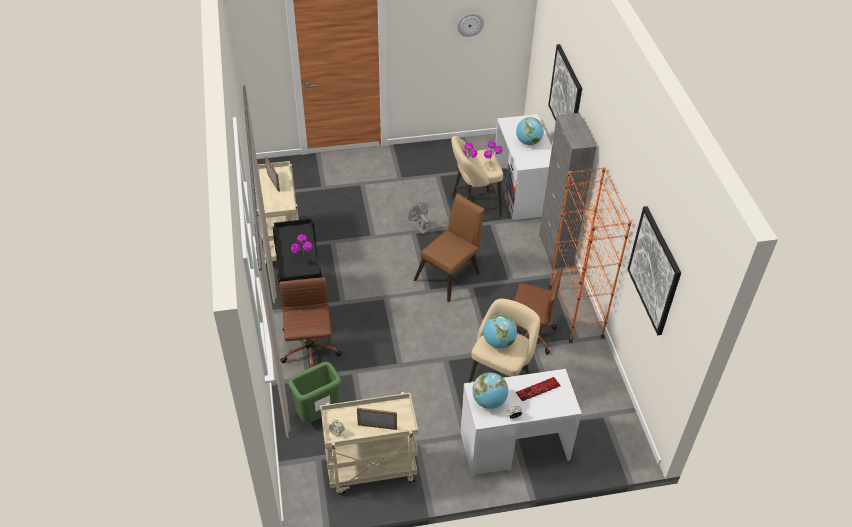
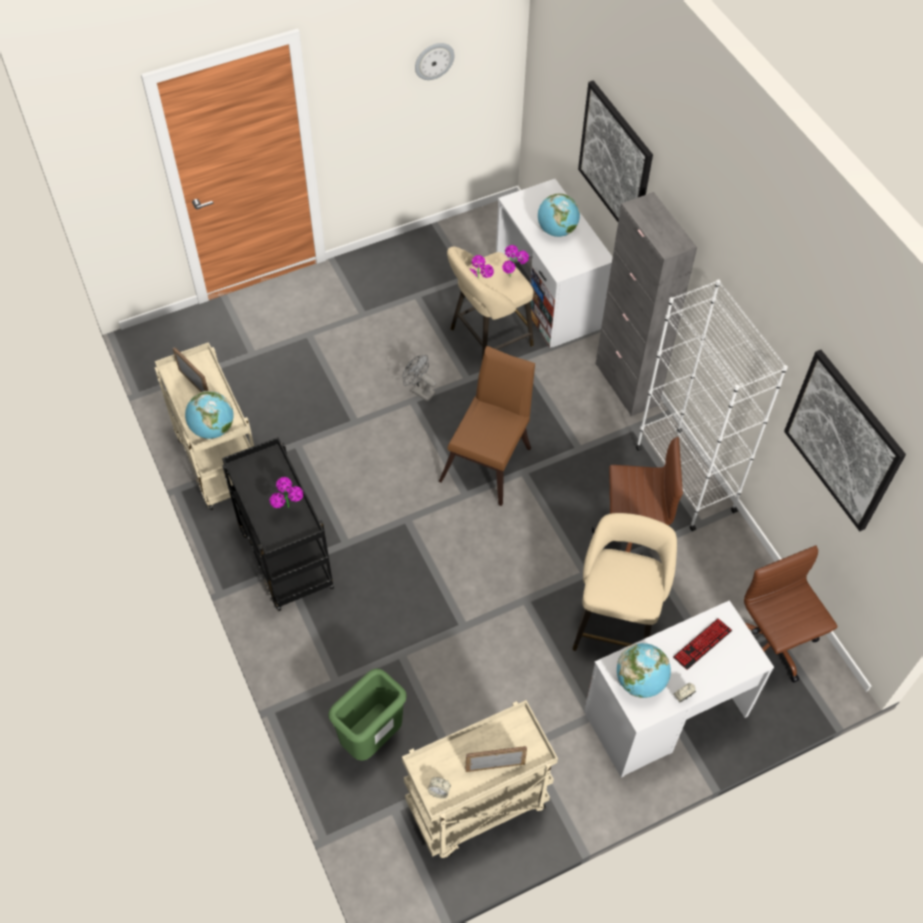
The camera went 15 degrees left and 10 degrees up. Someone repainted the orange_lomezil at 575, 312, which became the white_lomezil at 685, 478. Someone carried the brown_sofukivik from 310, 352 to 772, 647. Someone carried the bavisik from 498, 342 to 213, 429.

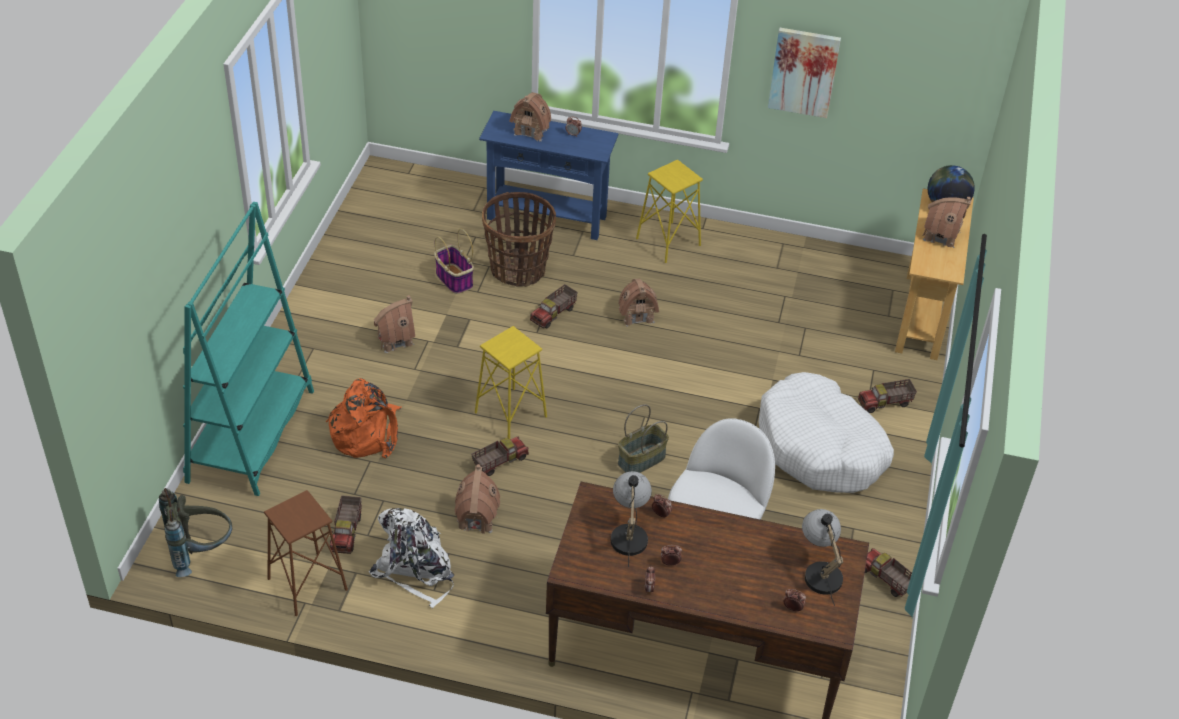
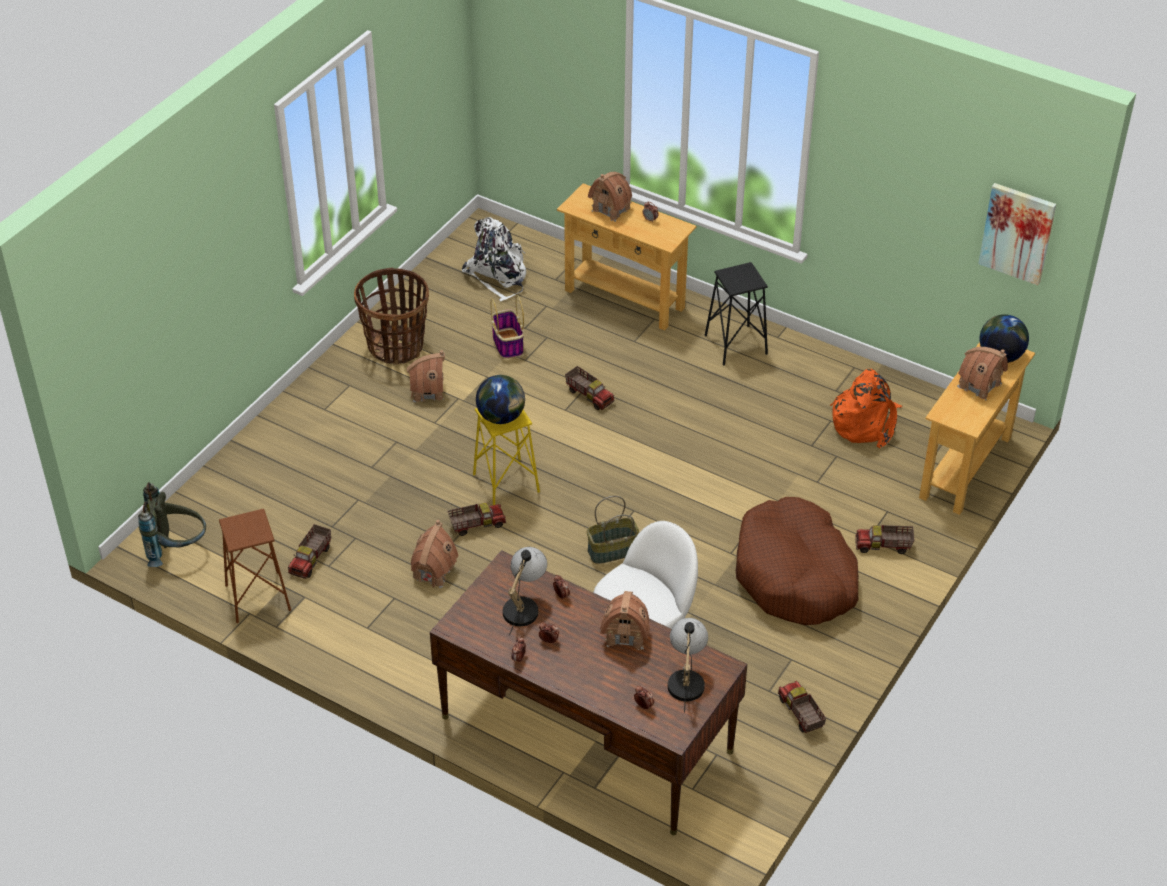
The camera went 20 degrees right and 0 degrees up. Someone carried the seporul from 804, 72 to 1017, 233. Someone repainted the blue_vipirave at 547, 217, which became the beige_vipirave at 624, 299. Someone repainted the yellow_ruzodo at 668, 242, which became the black_ruzodo at 735, 345. Someone carried the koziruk from 518, 270 to 396, 347. Someone took away the turquoise_lomezil at 251, 436. Someone carried the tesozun from 636, 315 to 625, 634. Someone rotated the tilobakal at 554, 314 by 105 degrees counterclockwise. Someone repainted the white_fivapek at 820, 447, which became the brown_fivapek at 795, 576. Someone carried the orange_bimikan from 366, 433 to 865, 423. Someone carried the white_bimikan from 415, 569 to 498, 275. Someone put down the bavisik at 501, 417.

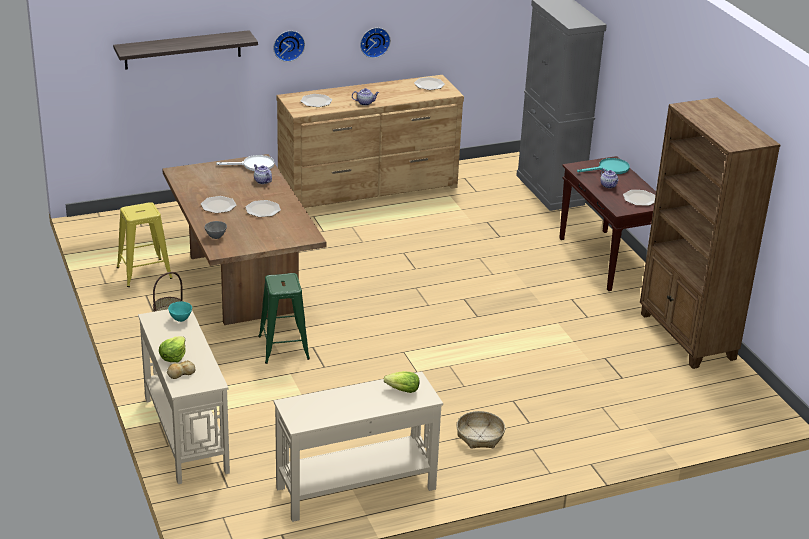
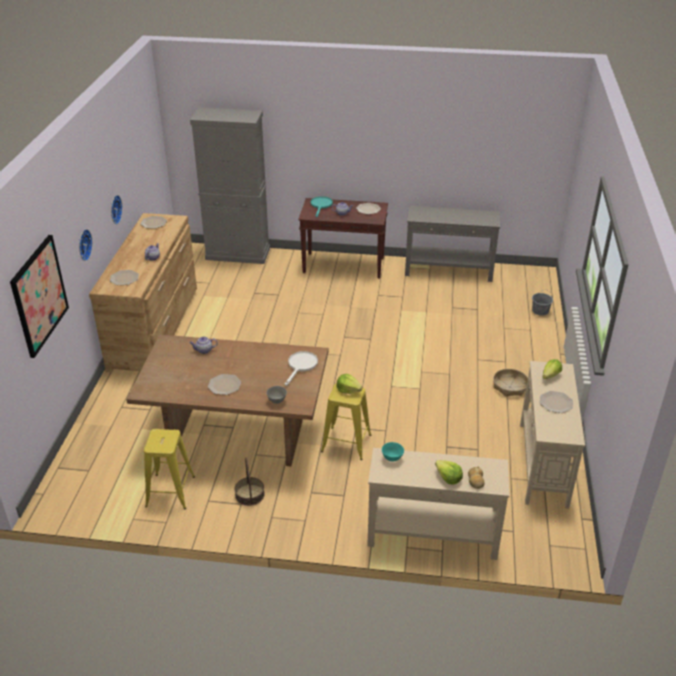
The camera went 60 degrees left and 5 degrees up. Someone swapped the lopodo at 183, 50 for the seporul at 39, 295. Someone swapped the brown_lomezil at 687, 337 for the grey_vipirave at 449, 271. Someone carried the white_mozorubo from 253, 165 to 301, 366. Someone carried the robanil from 263, 209 to 556, 402. Someone repainted the green_ruzodo at 283, 347, which became the yellow_ruzodo at 346, 443. Someone put down the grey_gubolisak at 540, 311. Someone put down the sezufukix at 348, 390.

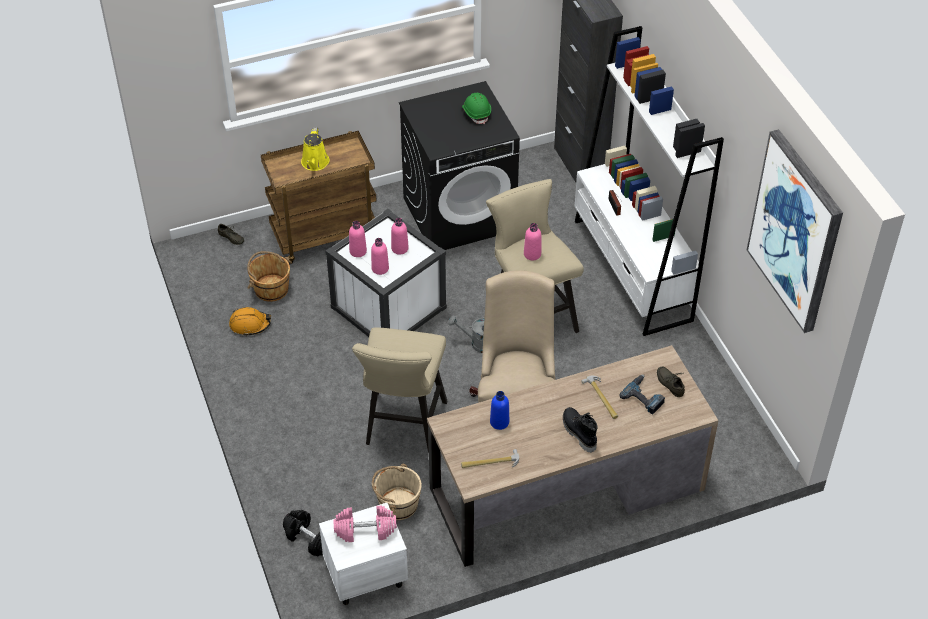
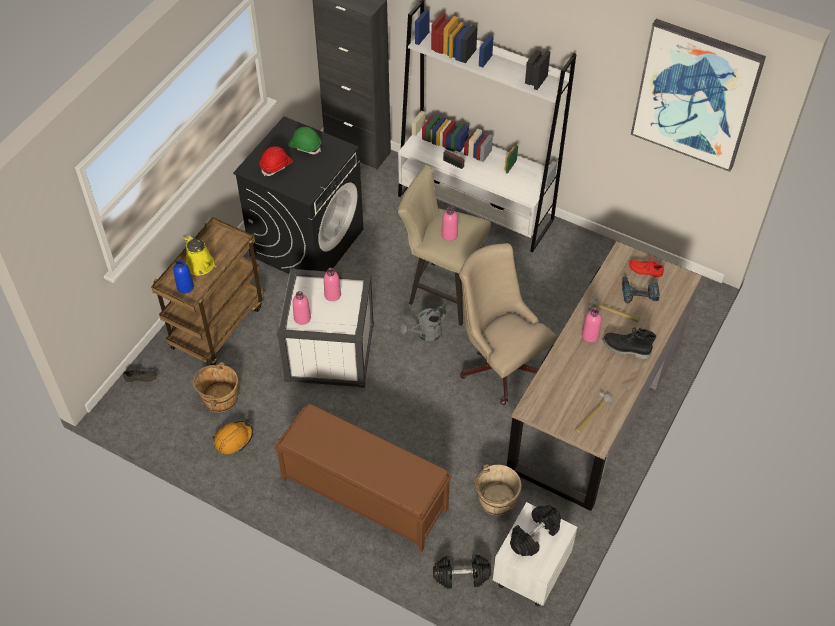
The camera went 40 degrees left and 5 degrees up. Someone carried the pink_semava from 380, 268 to 590, 335. Someone took away the beige_ruzodo at 403, 427. Someone repainted the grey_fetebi at 671, 383, which became the red_fetebi at 645, 269. Someone carried the blue_semava from 499, 422 to 185, 287. Someone repainted the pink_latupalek at 365, 530, which became the black_latupalek at 534, 535. Someone put down the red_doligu at 276, 166. Someone put down the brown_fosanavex at 363, 493.

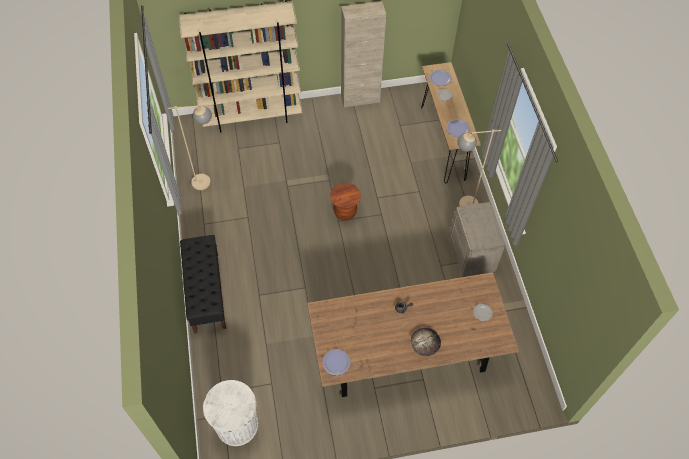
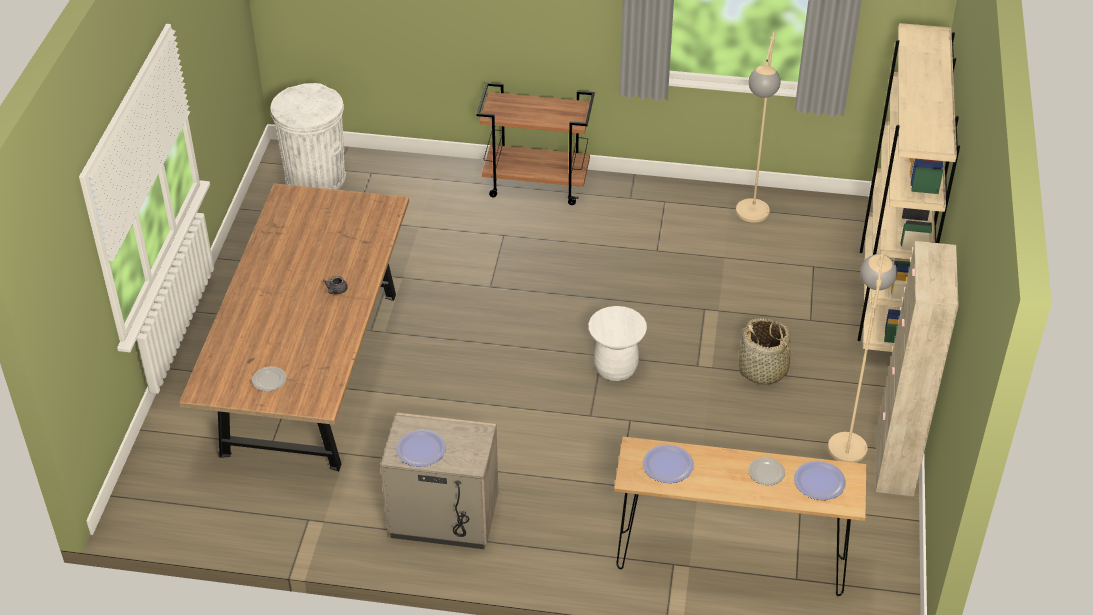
The camera went 110 degrees right and 15 degrees down. Someone carried the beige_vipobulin from 461, 205 to 848, 438. Someone repainted the brown_ruzodo at 345, 212, which became the white_ruzodo at 615, 368. Someone swapped the black_fosanavex at 206, 292 for the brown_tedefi at 537, 184. Someone took away the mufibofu at 425, 342. Someone carried the robanil from 336, 362 to 421, 449. Someone put down the koziruk at 763, 370.

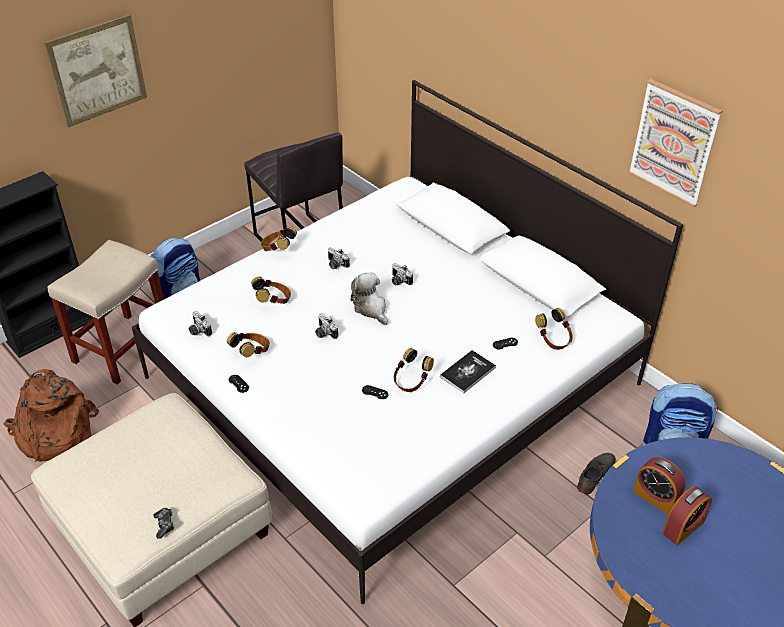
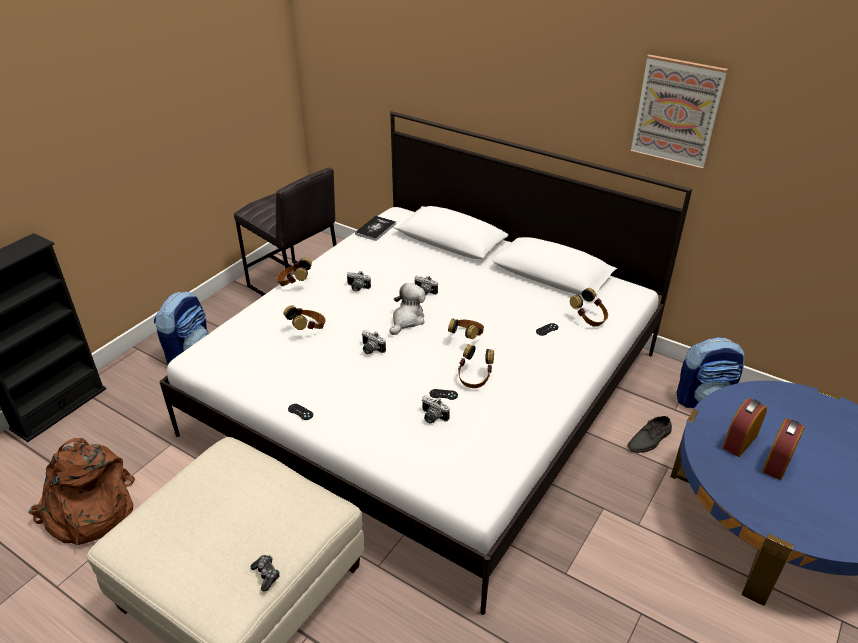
The camera went 15 degrees left and 5 degrees down. Someone took away the seporul at 97, 70. Someone took away the beige_ruzodo at 123, 347. Someone rotated the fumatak at 371, 308 by 75 degrees clockwise. Someone carried the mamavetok from 198, 331 to 432, 417. Someone carried the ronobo from 252, 353 to 467, 338. Someone carried the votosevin from 467, 372 to 375, 229. Someone rotated the grey_fetebi at 595, 474 by 150 degrees counterclockwise. Someone rotated the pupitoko at 655, 498 by 105 degrees clockwise.

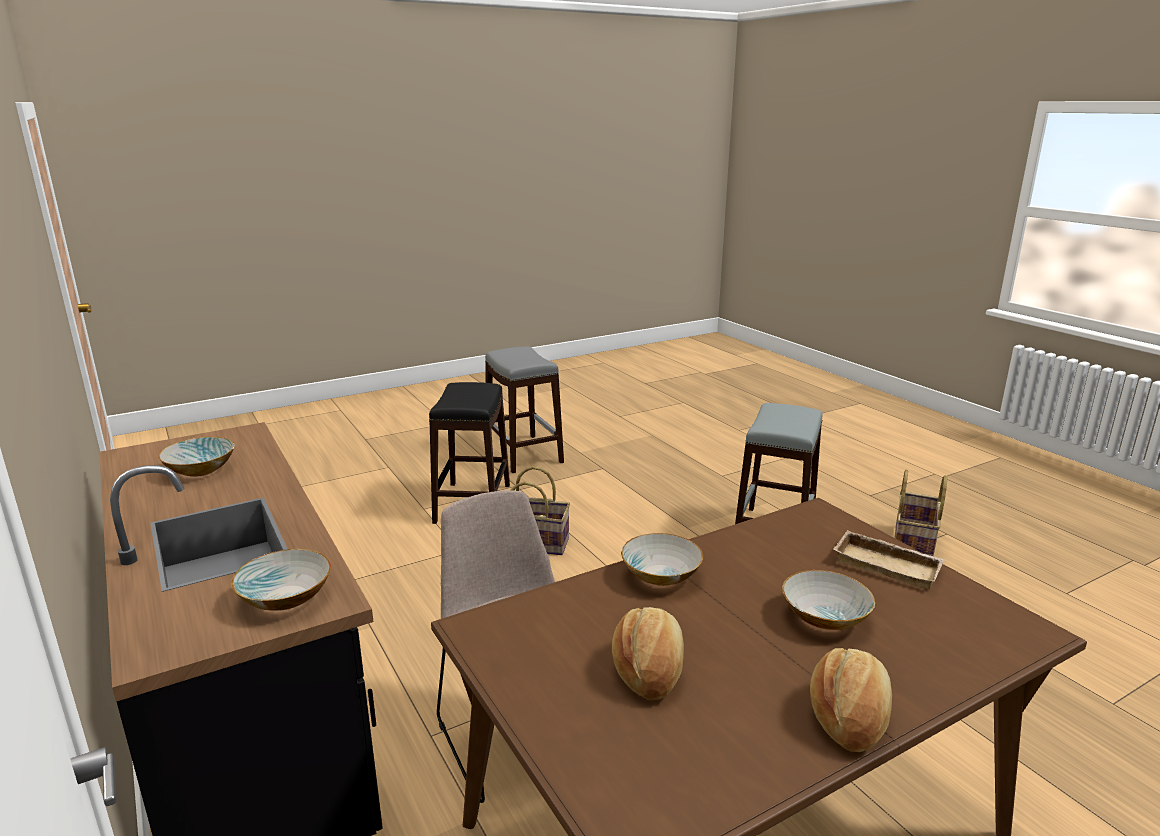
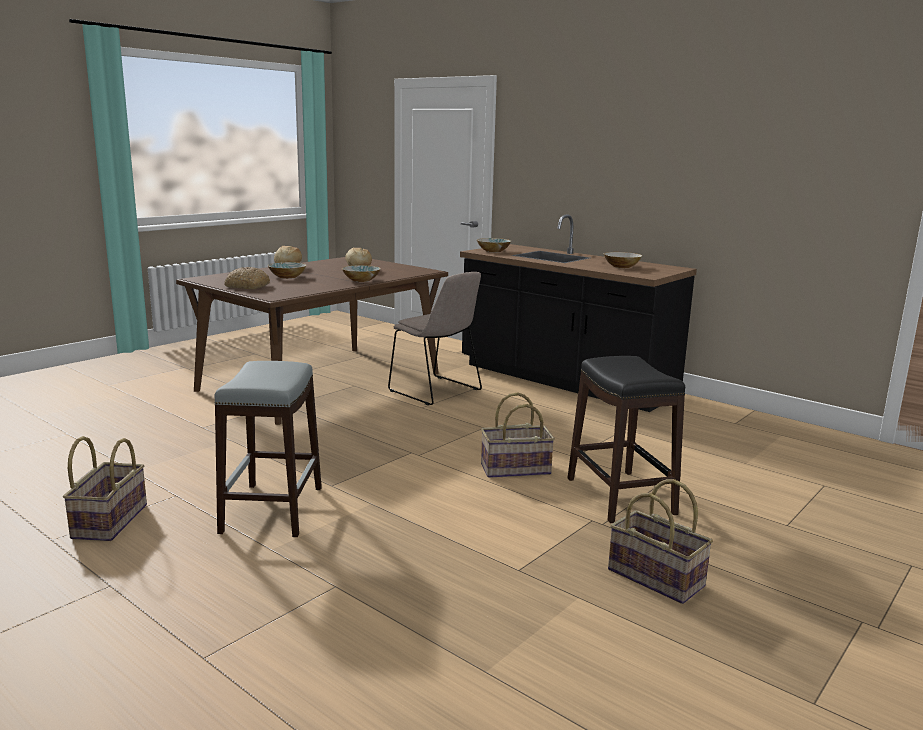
The camera went 160 degrees right and 5 degrees down. Someone swapped the grey_ruzodo at 523, 454 for the koziruk at 657, 577. Someone swapped the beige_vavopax at 888, 565 for the mufibofu at 247, 286.

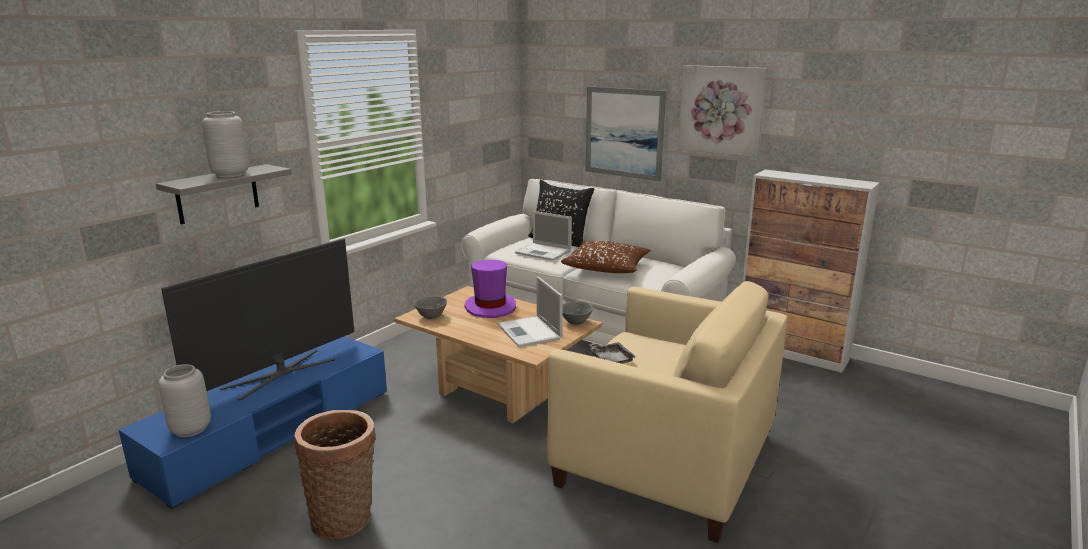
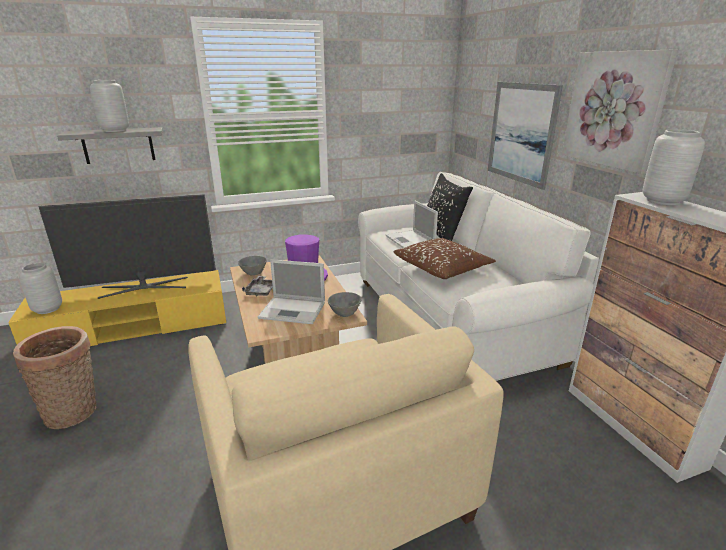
The camera went 35 degrees right and 5 degrees up. Someone rotated the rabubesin at 530, 332 by 90 degrees counterclockwise. Someone repainted the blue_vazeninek at 272, 432, which became the yellow_vazeninek at 133, 328. Someone carried the grey_vavopax from 610, 359 to 261, 291. Someone put down the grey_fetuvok at 661, 201.

